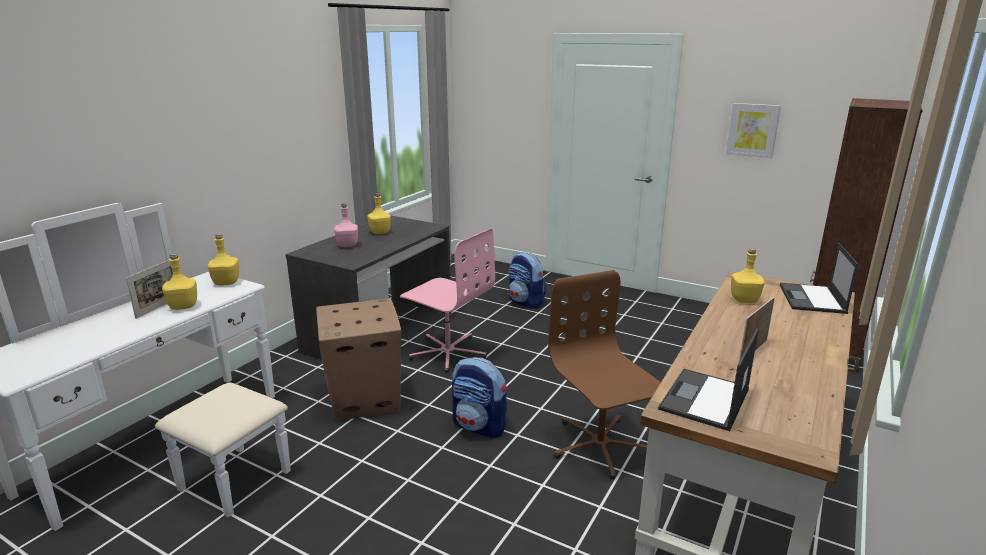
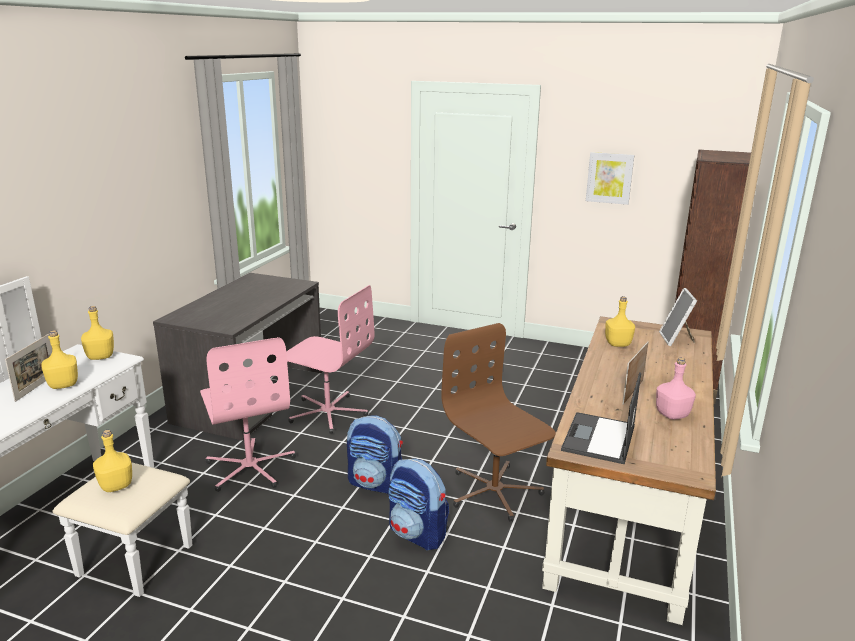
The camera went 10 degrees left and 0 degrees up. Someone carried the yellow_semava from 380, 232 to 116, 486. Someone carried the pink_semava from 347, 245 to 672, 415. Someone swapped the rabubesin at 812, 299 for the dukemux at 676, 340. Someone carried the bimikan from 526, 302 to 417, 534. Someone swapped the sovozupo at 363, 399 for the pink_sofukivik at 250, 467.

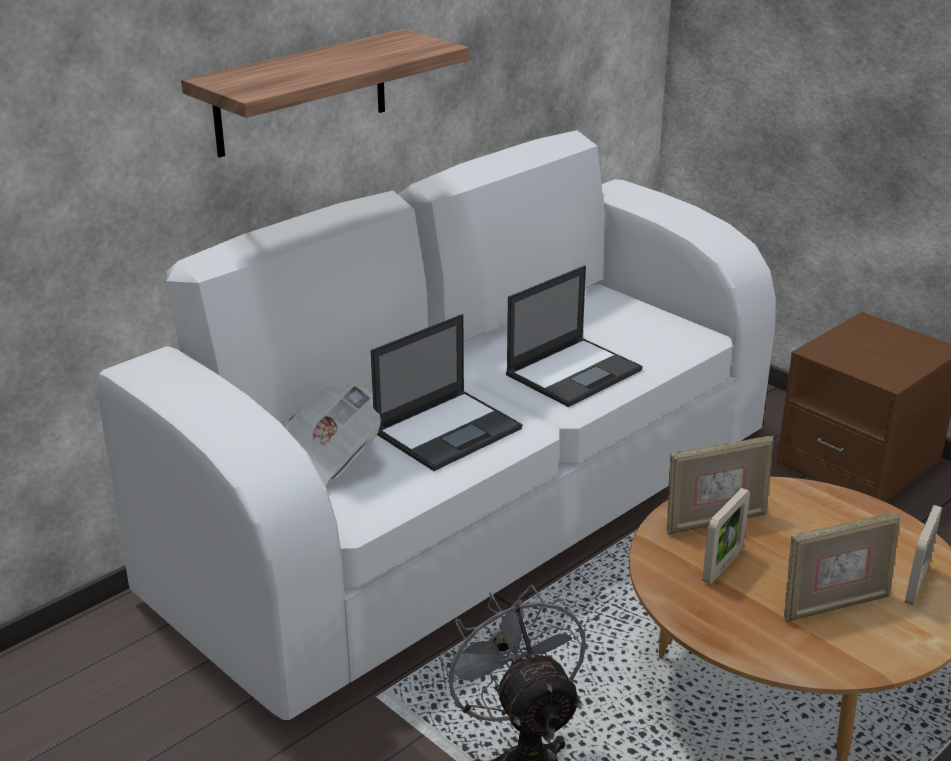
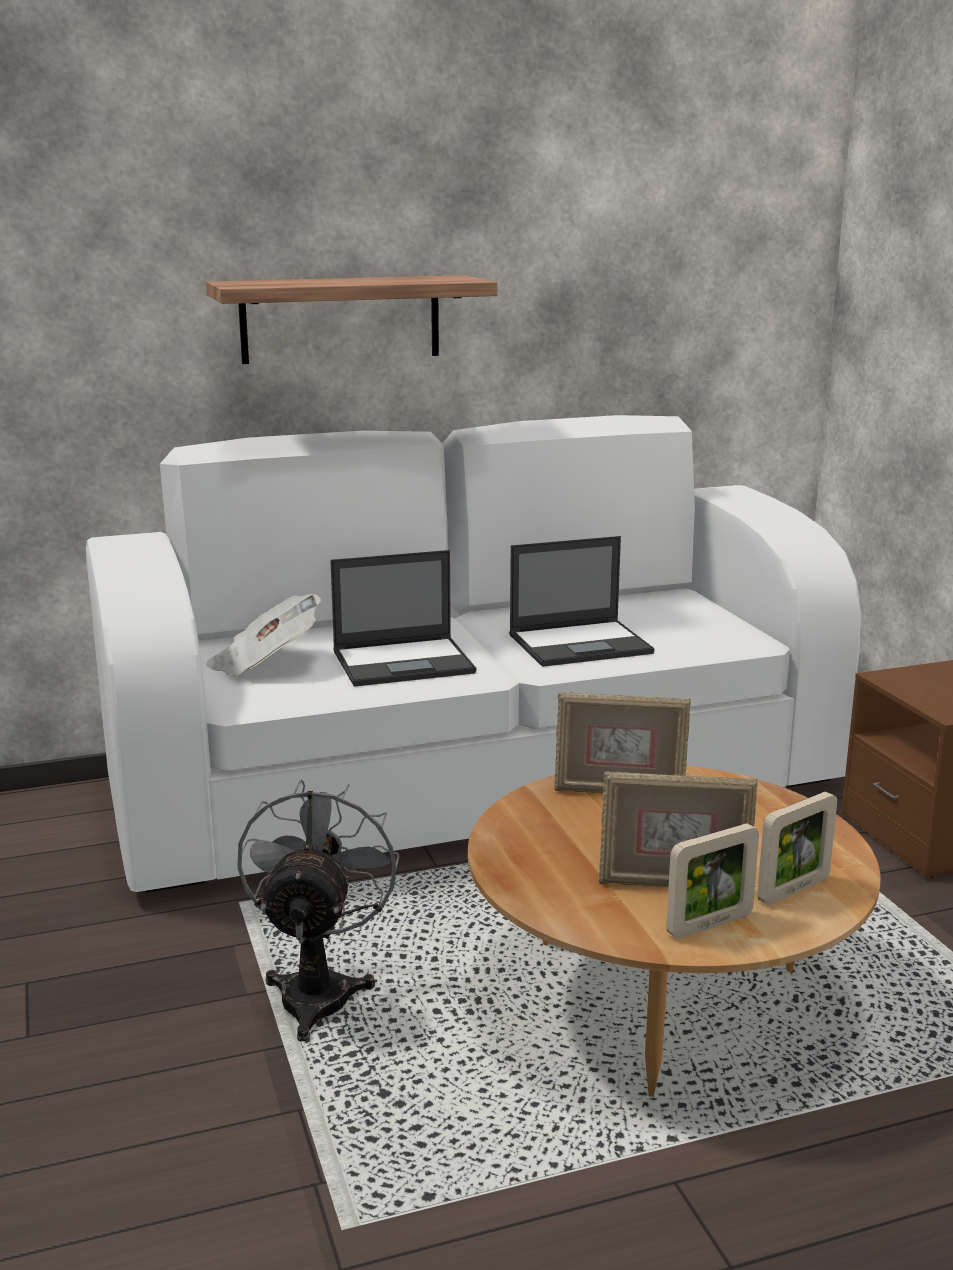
The camera went 25 degrees right and 10 degrees down. Someone carried the dukemux from 722, 565 to 709, 925.

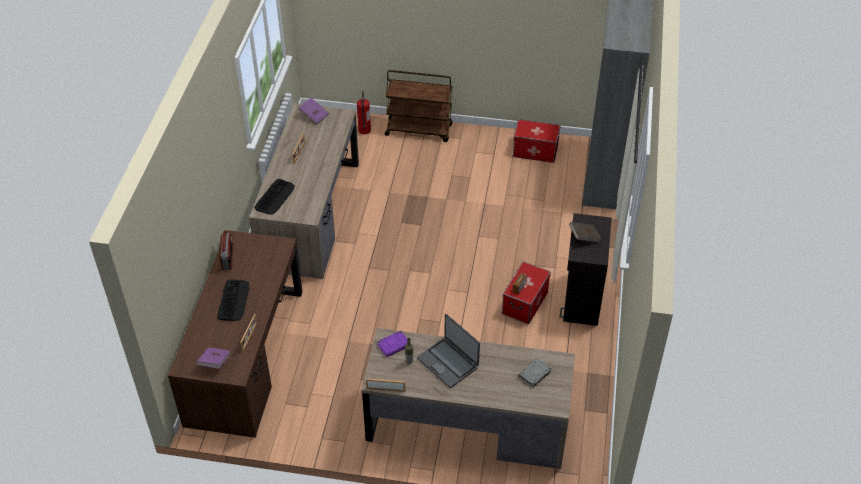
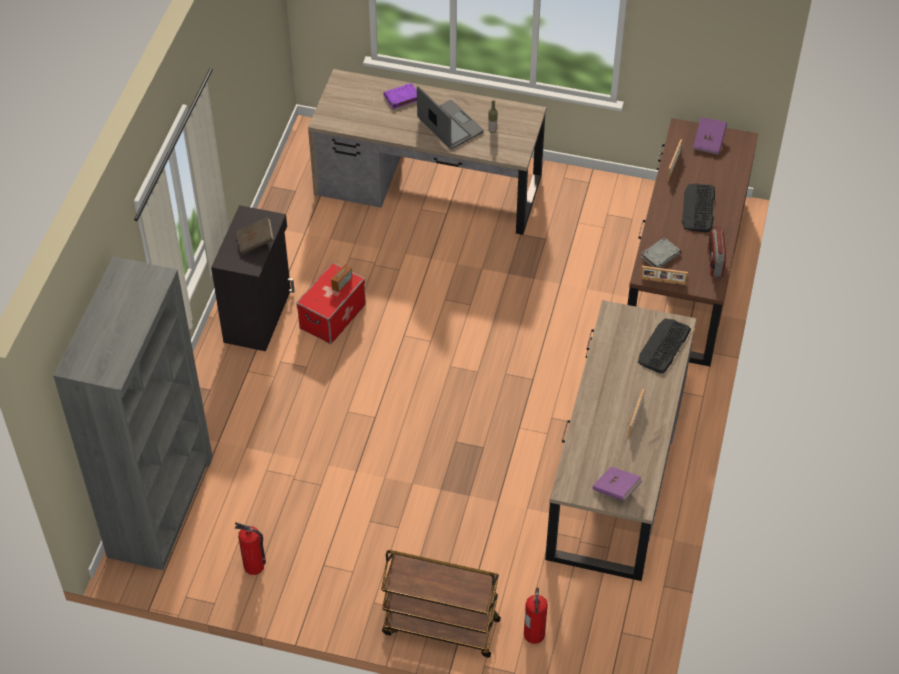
The camera went 175 degrees left and 5 degrees up. Someone swapped the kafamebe at 535, 151 for the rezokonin at 254, 566. Someone carried the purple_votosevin from 394, 345 to 401, 98. Someone carried the grey_votosevin from 534, 374 to 660, 255. Someone carried the dukemux from 386, 389 to 663, 282.

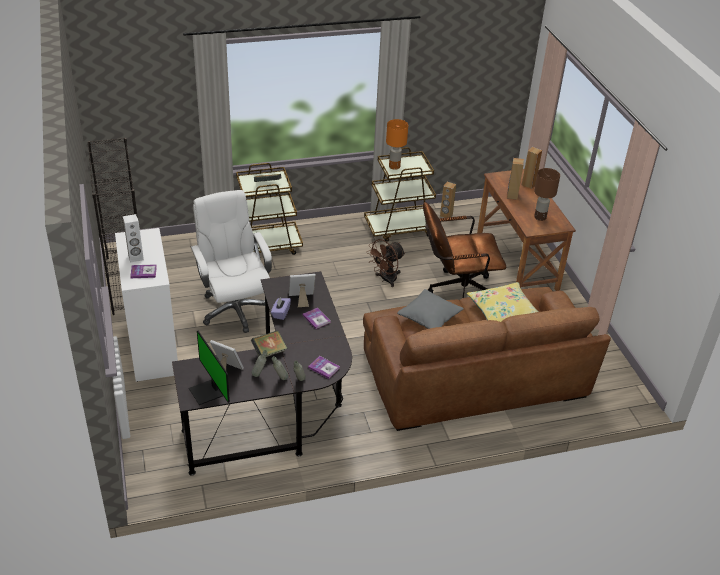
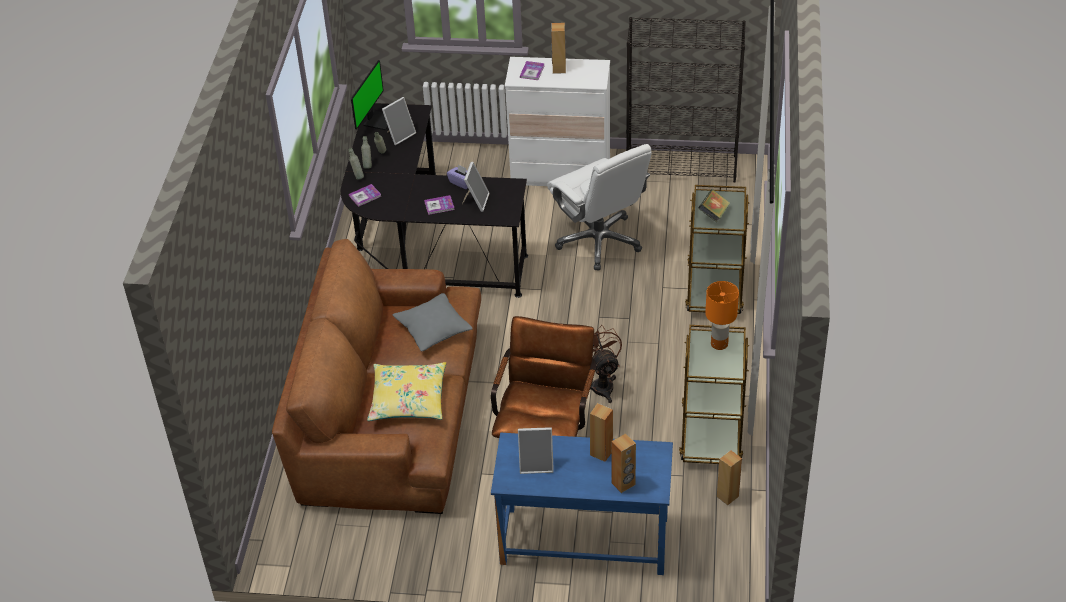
The camera went 115 degrees right and 5 degrees up. Someone swapped the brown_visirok at 539, 217 for the dukemux at 536, 464. Someone repainted the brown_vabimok at 517, 261, which became the blue_vabimok at 584, 541. Someone rotated the white_sofukivik at 234, 309 by 60 degrees clockwise. Someone repainted the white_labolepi at 136, 257, which became the brown_labolepi at 559, 69. Someone took away the votosevin at 269, 352. Someone rotated the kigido at 207, 392 by 120 degrees clockwise.

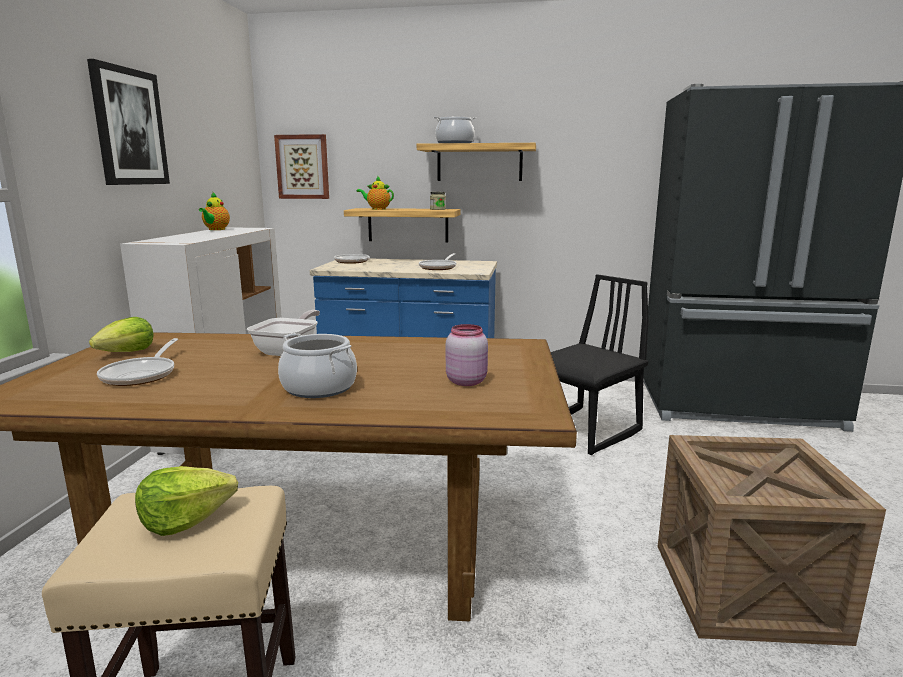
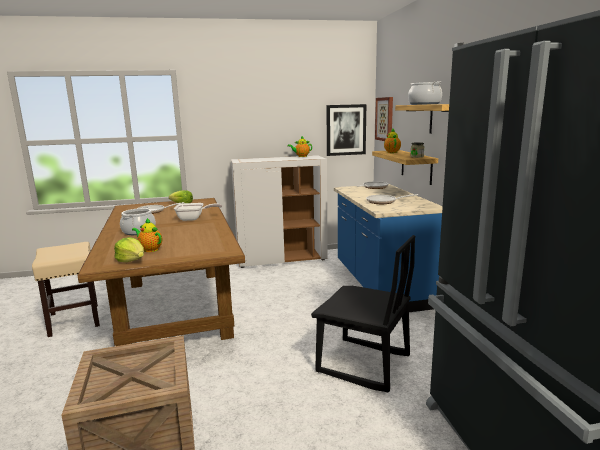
The camera went 70 degrees right and 0 degrees up. Someone carried the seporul from 129, 127 to 346, 130. Someone swapped the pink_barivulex at 466, 381 for the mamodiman at 150, 249. Someone carried the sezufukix from 185, 519 to 131, 260.

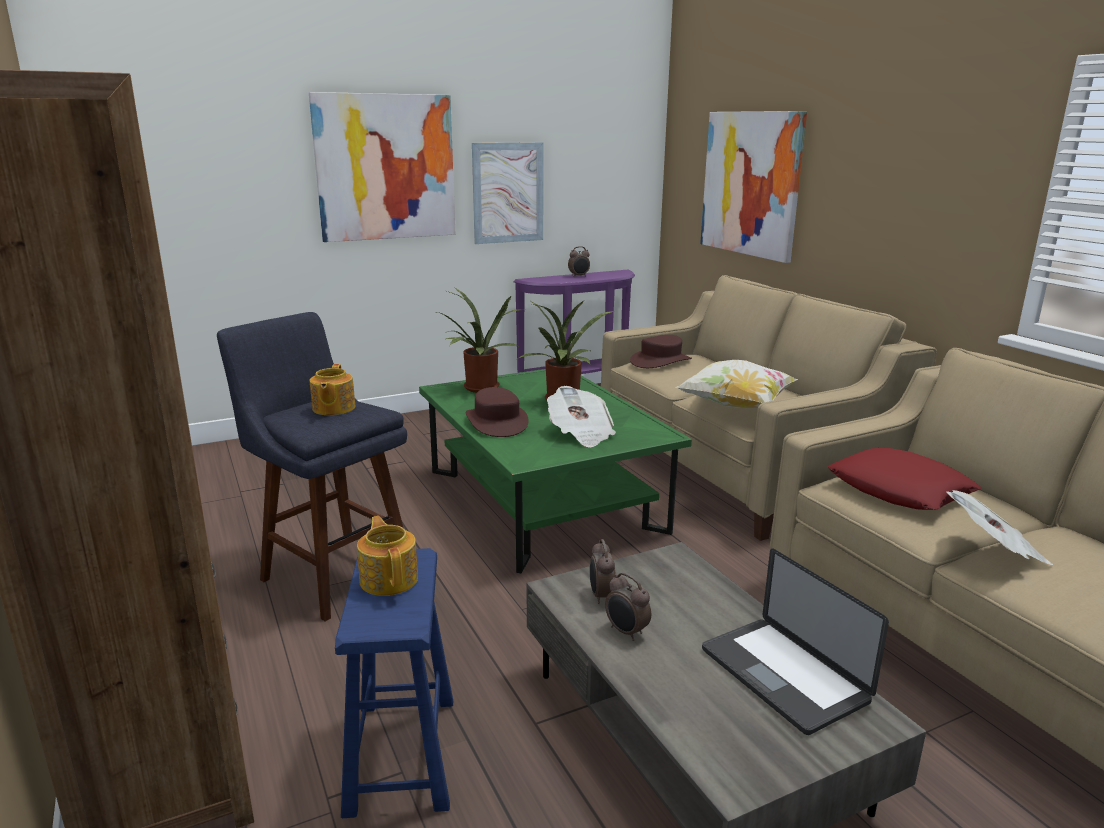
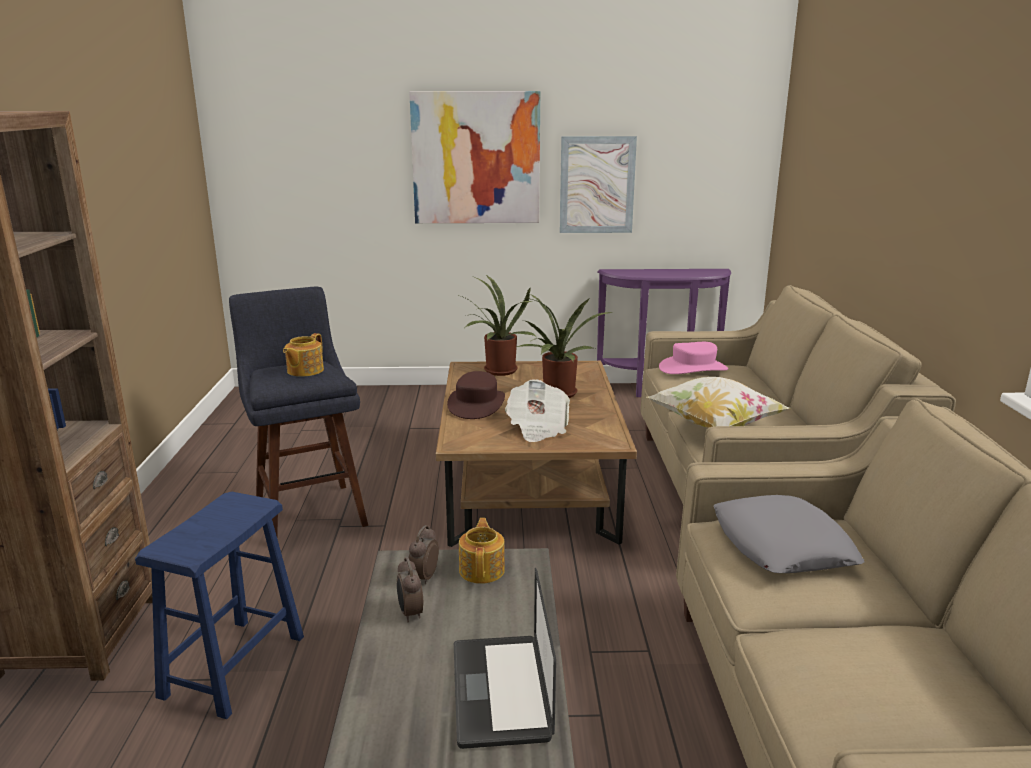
The camera went 25 degrees right and 0 degrees up. Someone took away the seporul at 750, 184. Someone took away the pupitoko at 579, 276. Someone repainted the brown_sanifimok at 660, 361, which became the pink_sanifimok at 693, 368. Someone repainted the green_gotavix at 543, 500, which became the brown_gotavix at 530, 486. Someone repainted the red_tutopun at 900, 490, which became the grey_tutopun at 782, 545. Someone took away the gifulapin at 993, 550. Someone carried the mamodiman from 389, 579 to 482, 569.

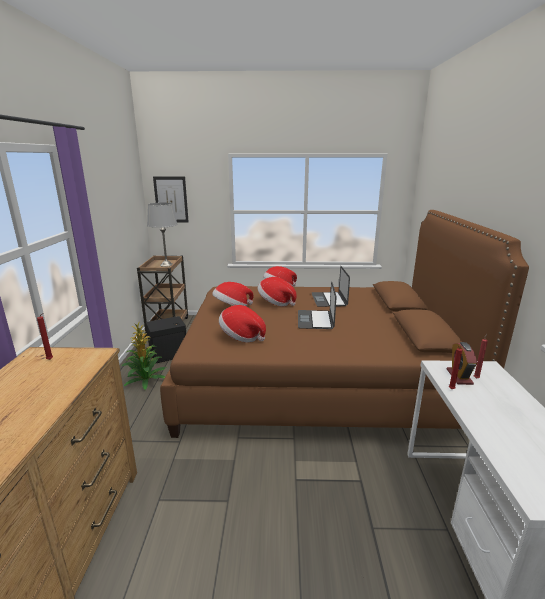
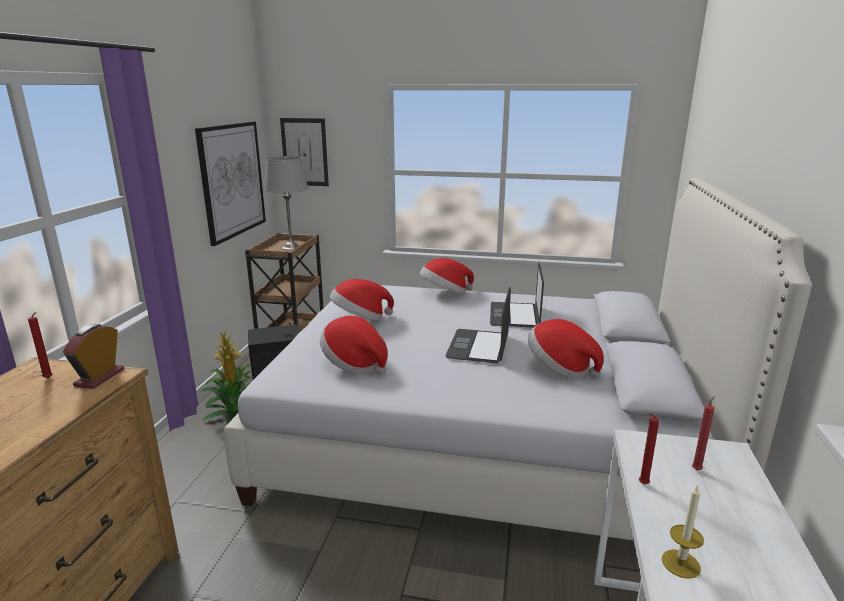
The camera went 10 degrees right and 0 degrees up. Someone repainted the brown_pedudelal at 316, 379, which became the white_pedudelal at 484, 439. Someone carried the sanifimok from 275, 302 to 560, 368. Someone carried the pupitoko from 459, 377 to 99, 377. Someone put up the seporul at 232, 180. Someone put down the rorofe at 680, 563.

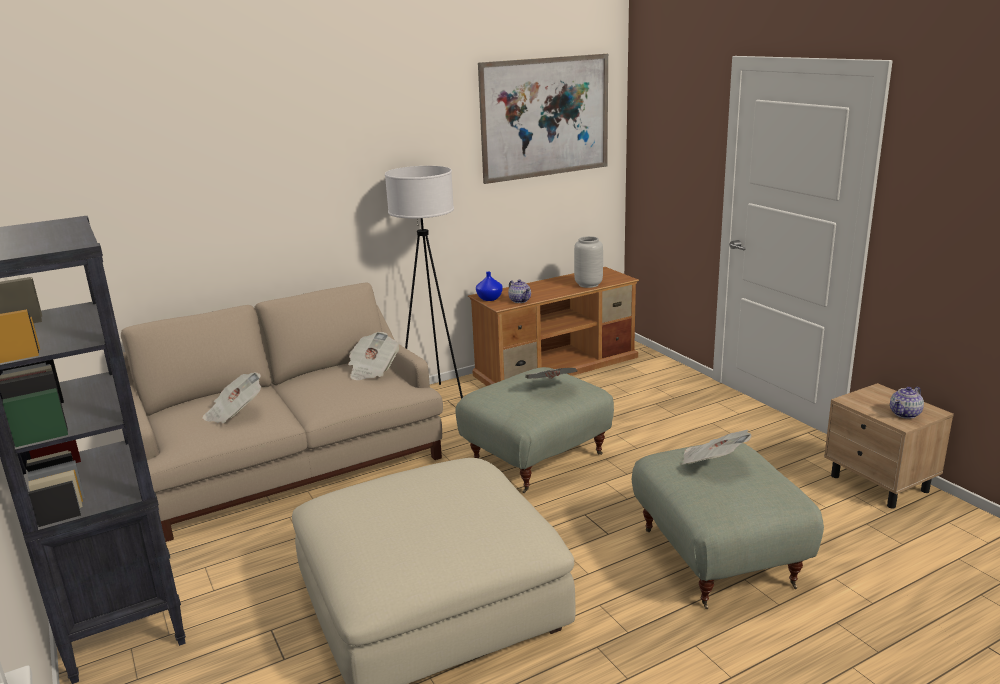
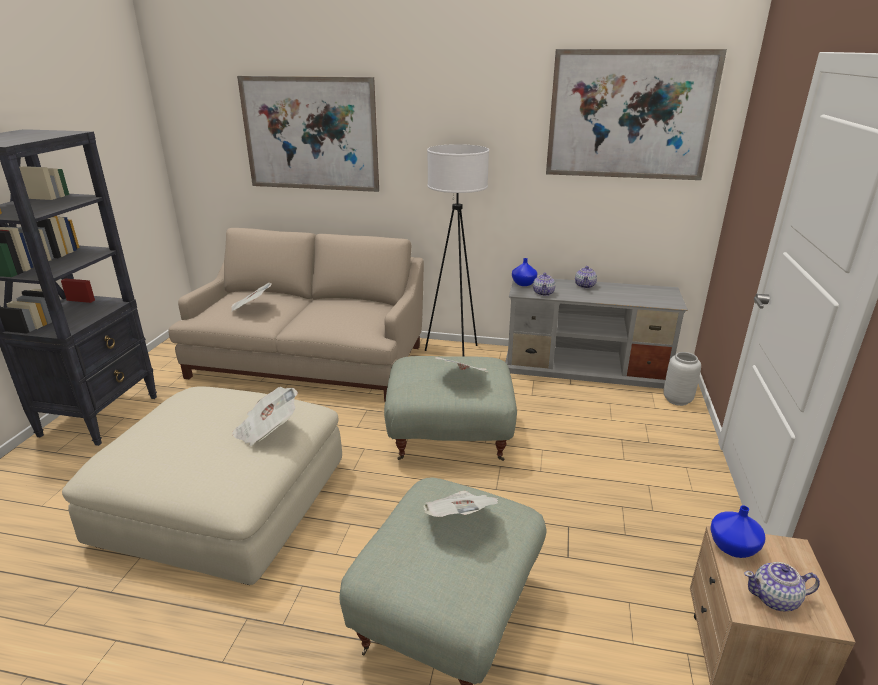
The camera went 40 degrees right and 5 degrees up. Someone carried the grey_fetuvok from 588, 284 to 677, 399. Someone repainted the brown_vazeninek at 557, 365, which became the grey_vazeninek at 586, 367. Someone carried the gifulapin from 372, 370 to 267, 430. Someone put up the seporul at 310, 134. Someone put down the mamodiman at 585, 286. Someone put down the blue_fetuvok at 732, 546.

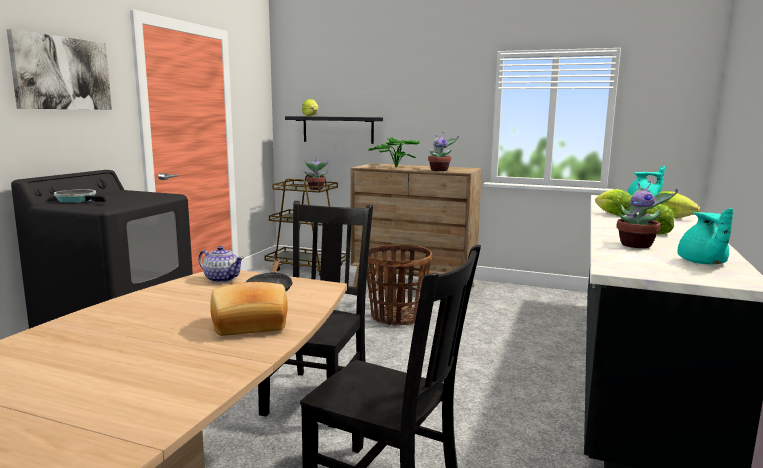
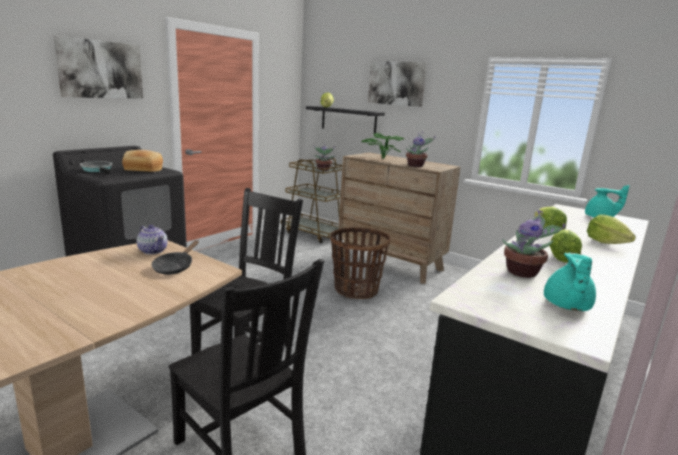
The camera went 15 degrees right and 5 degrees up. Someone carried the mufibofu from 250, 325 to 143, 170. Someone put up the seporul at 396, 83.

